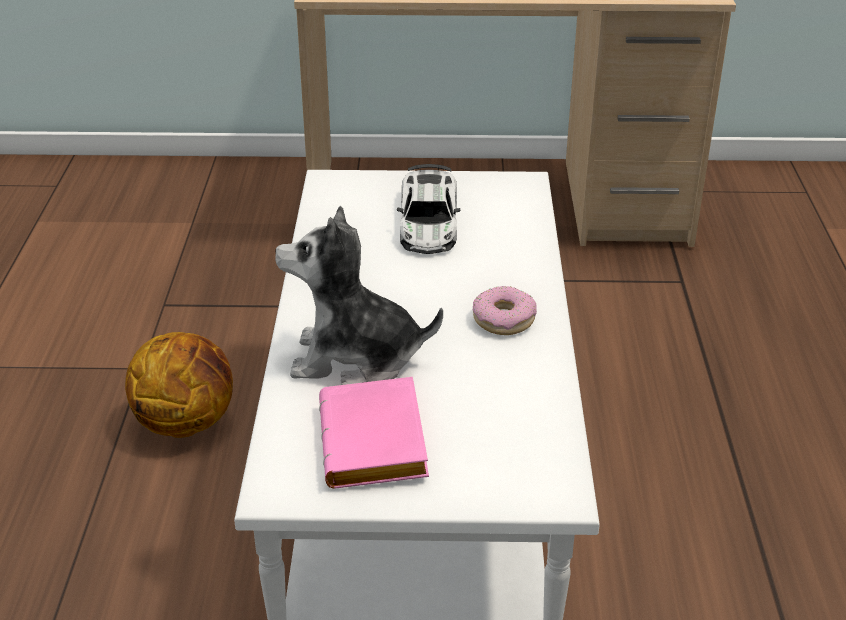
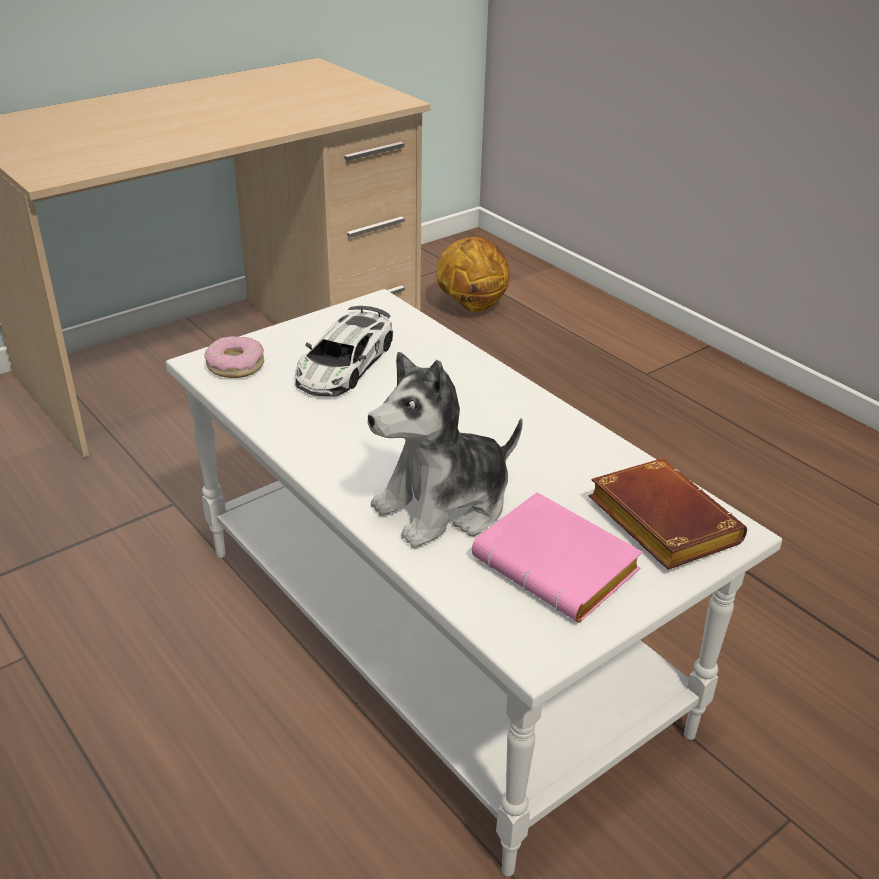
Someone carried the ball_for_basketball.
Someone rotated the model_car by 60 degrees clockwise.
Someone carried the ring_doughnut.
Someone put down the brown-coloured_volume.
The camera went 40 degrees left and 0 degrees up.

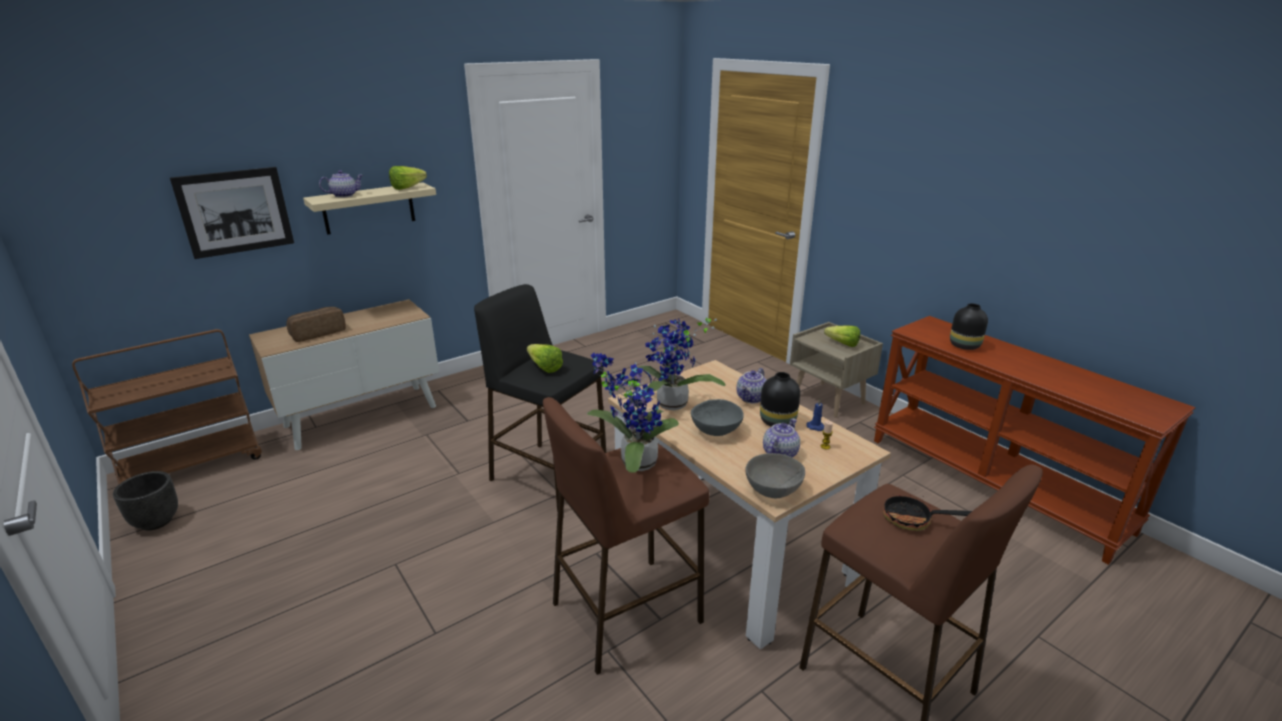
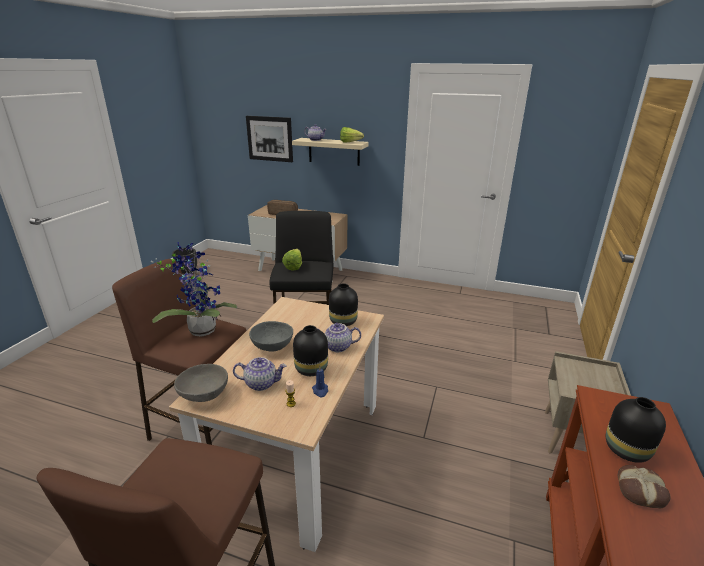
Someone took away the brown-coloured_trolley.
Someone took away the plant_in_a_pot (no. 2 from left).
Someone took away the lettuce_head (no. 3 from left).
Someone took away the pan.
Someone put down the black-coloured_flower_vase (no. 2 from left).
Someone put down the bakery_bread (no. 2 from left).
The camera went 55 degrees right and 0 degrees up.

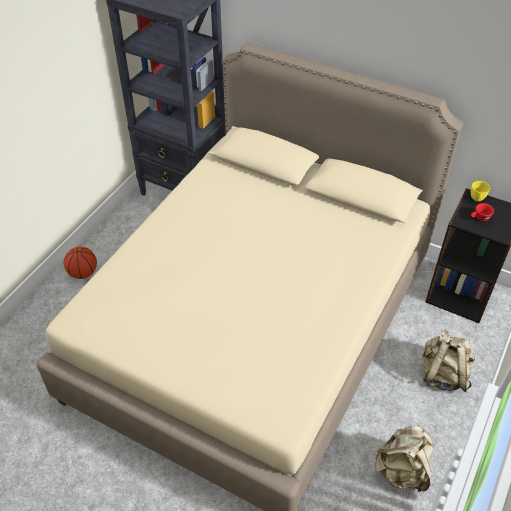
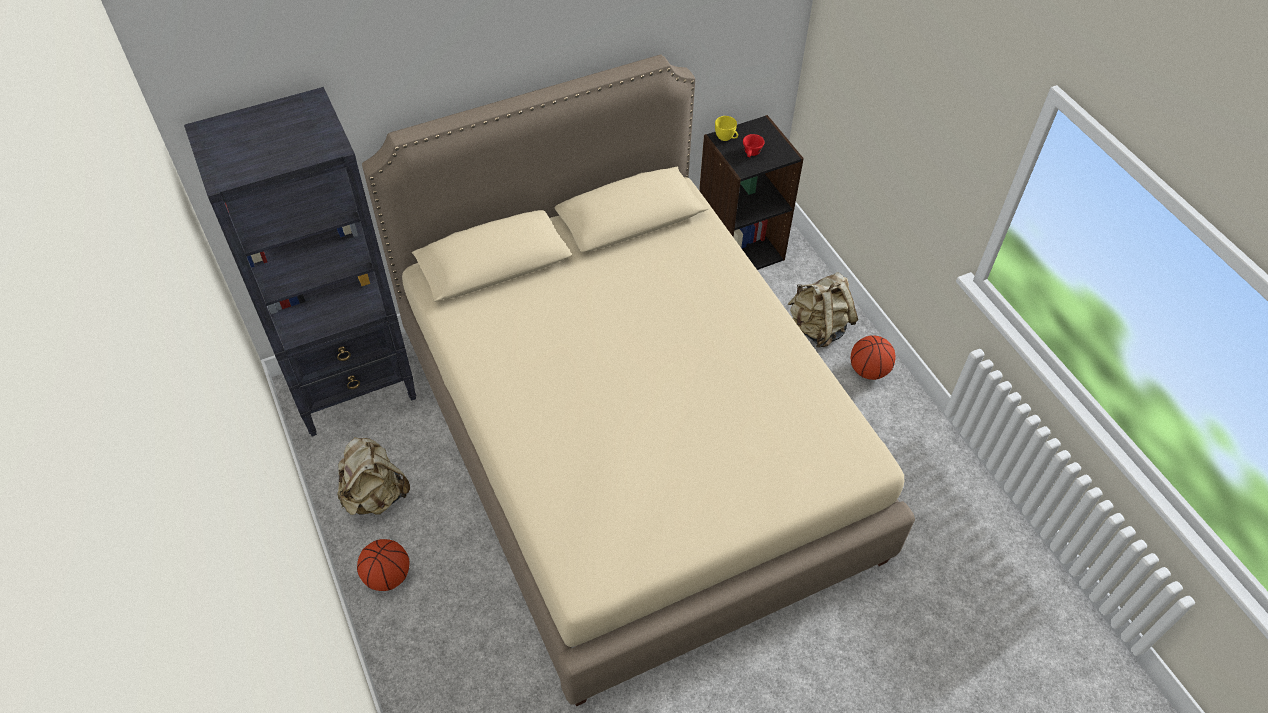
Someone carried the sand-coloured_knapsack (no. 1 from left).
Someone put down the ball_for_basketball (no. 2 from left).
The camera went 55 degrees left and 5 degrees up.

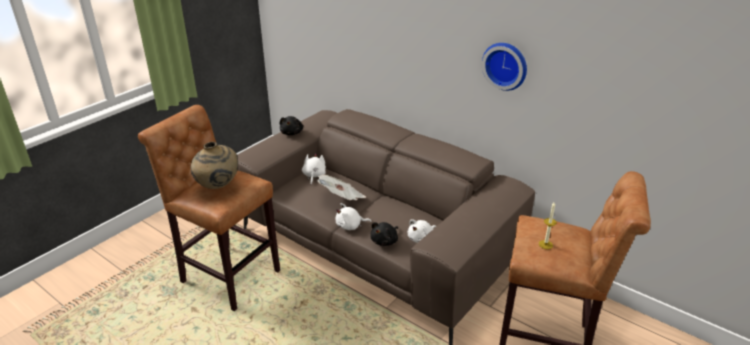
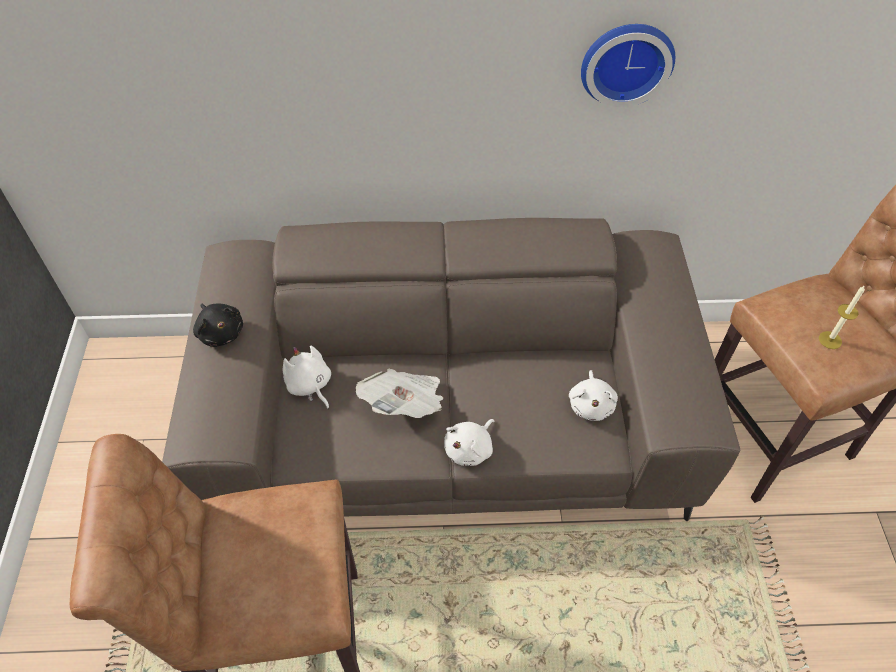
Someone took away the sand-coloured_flower_vase.
Someone took away the black-coloured_cuddly_toy (no. 2 from left).
The camera went 40 degrees left and 20 degrees up.

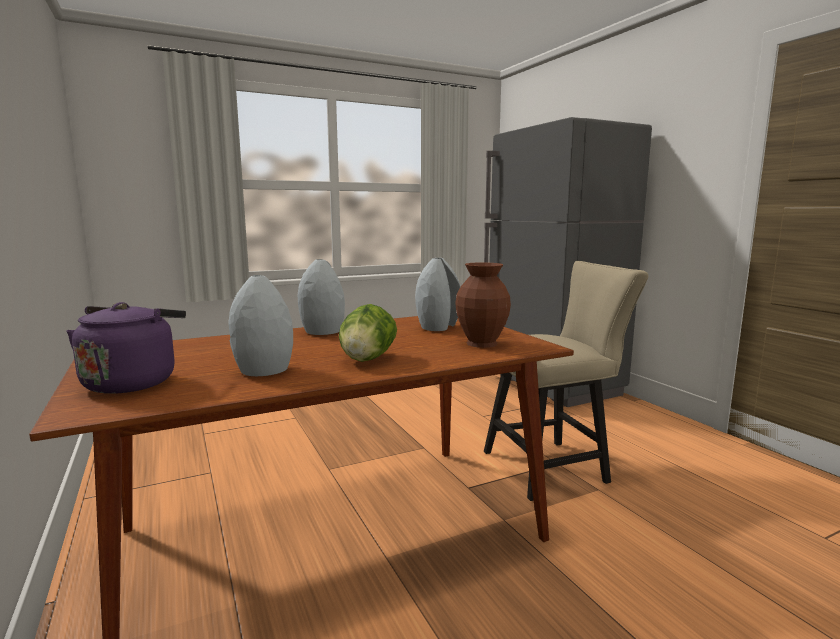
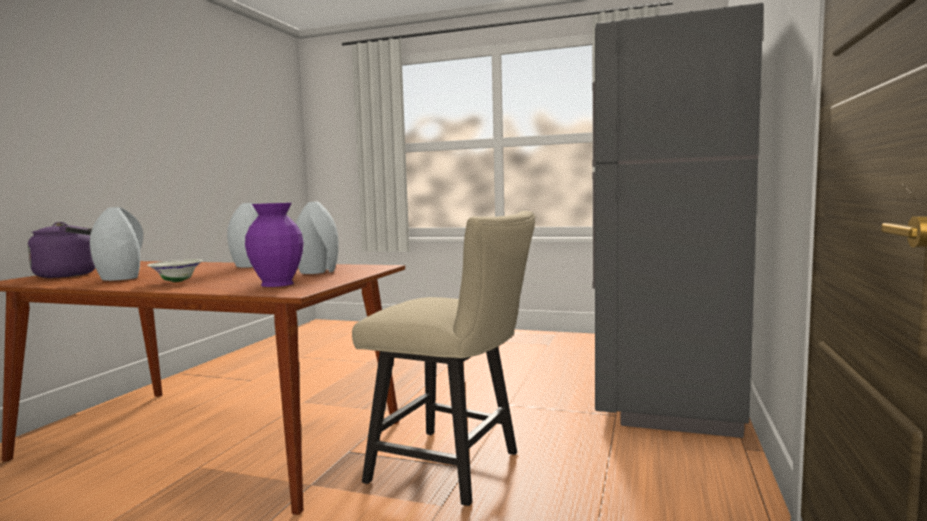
Someone swapped the lettuce_head for the whitish_serving_bowl.
Someone repainted the brown-coloured_flower_vase, which became the purplish_flower_vase.
The camera went 45 degrees right and 5 degrees down.

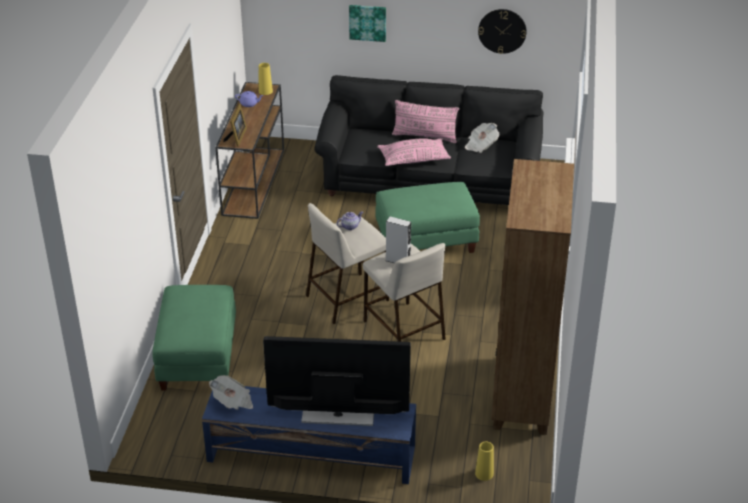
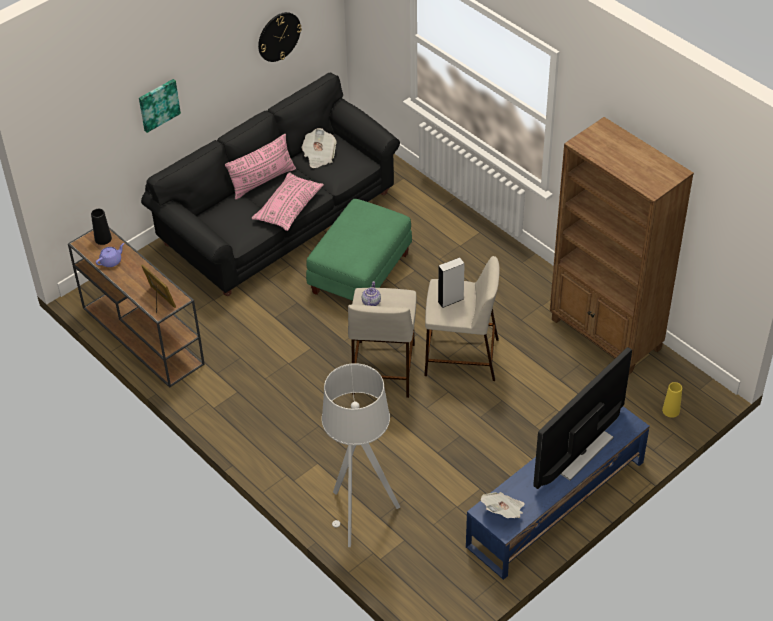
Someone swapped the green_pouffe (no. 1 from left) for the grey_standard_lamp.
Someone repainted the yellow_flower_vase (no. 1 from left), which became the black-coloured_flower_vase.
The camera went 50 degrees left and 10 degrees up.

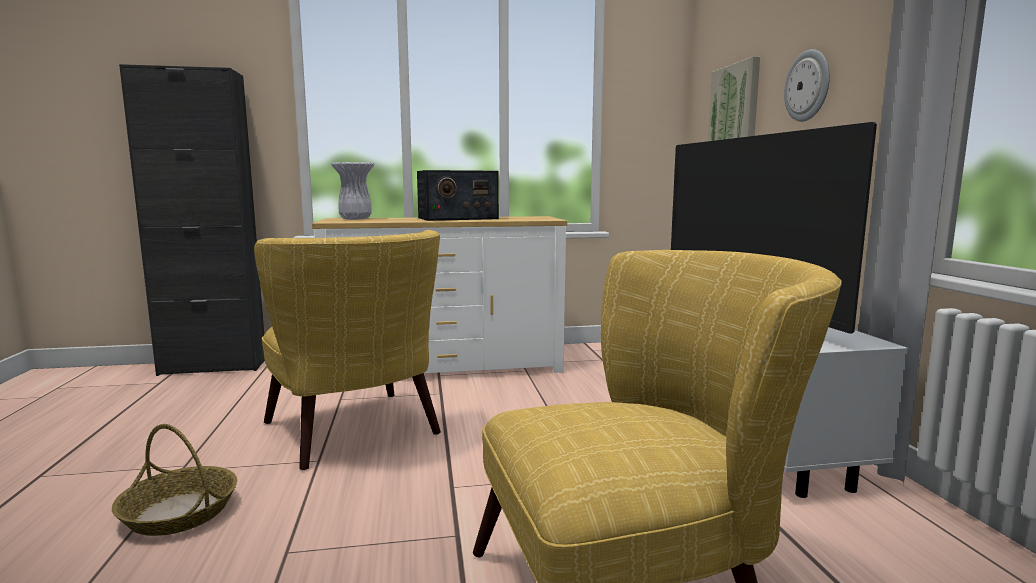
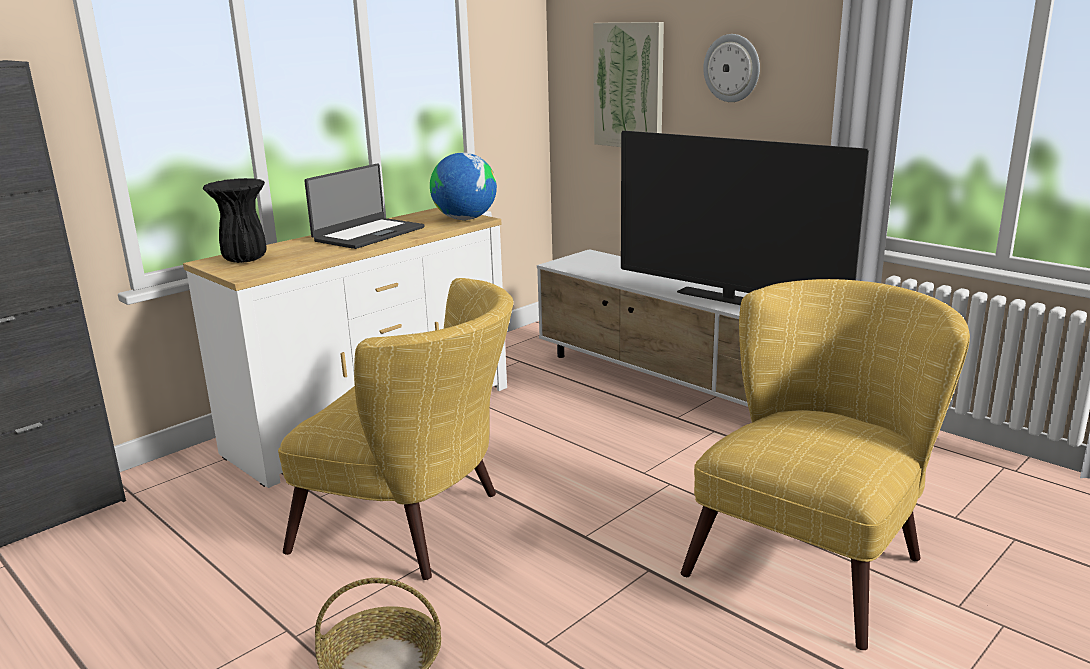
Someone repainted the whitish_flower_vase, which became the black-coloured_flower_vase.
Someone swapped the radio_set for the notebook_computer.
Someone put down the desk_globe.
The camera went 35 degrees left and 10 degrees up.

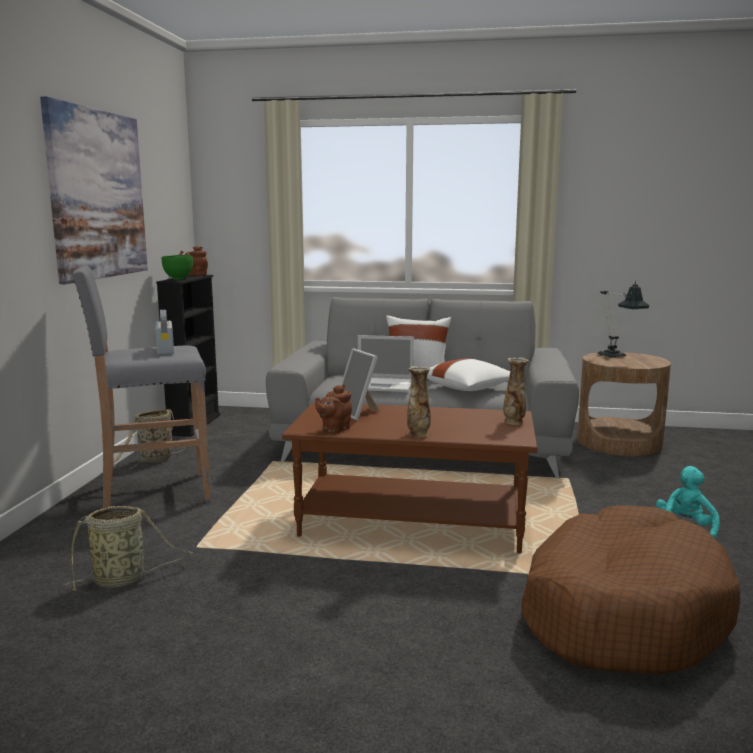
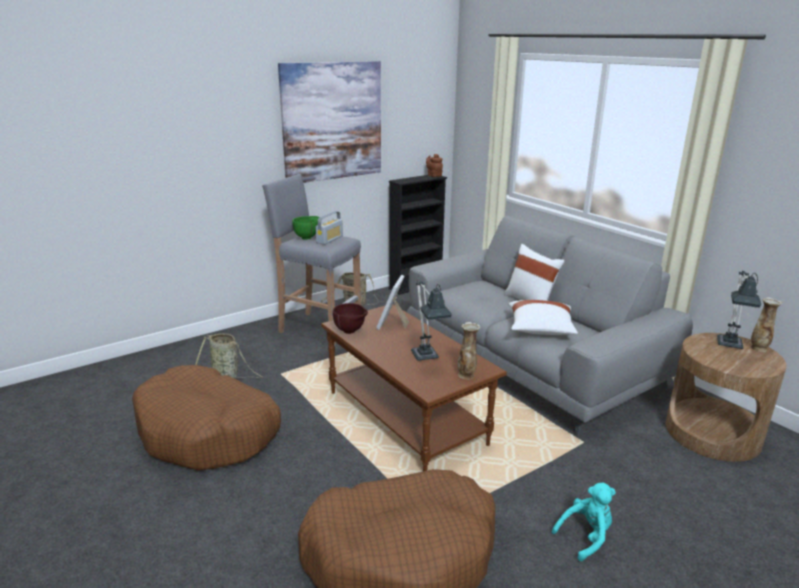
Someone carried the green_serving_bowl.
Someone swapped the brown-coloured_pot_for_tea (no. 2 from left) for the brown-coloured_serving_bowl.
Someone took away the notebook_computer.
Someone carried the flower_vase (no. 1 from left in the first image).
Someone put down the brown-coloured_pet_bed (no. 1 from left).
Someone put down the lamp_for_a_table (no. 1 from left).
The camera went 45 degrees right and 10 degrees up.

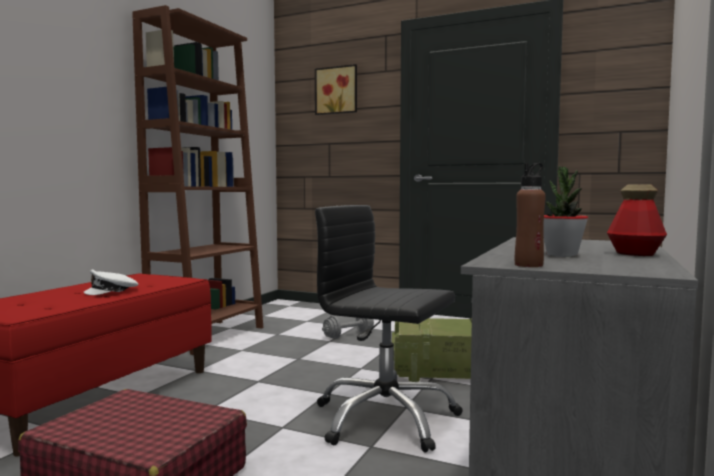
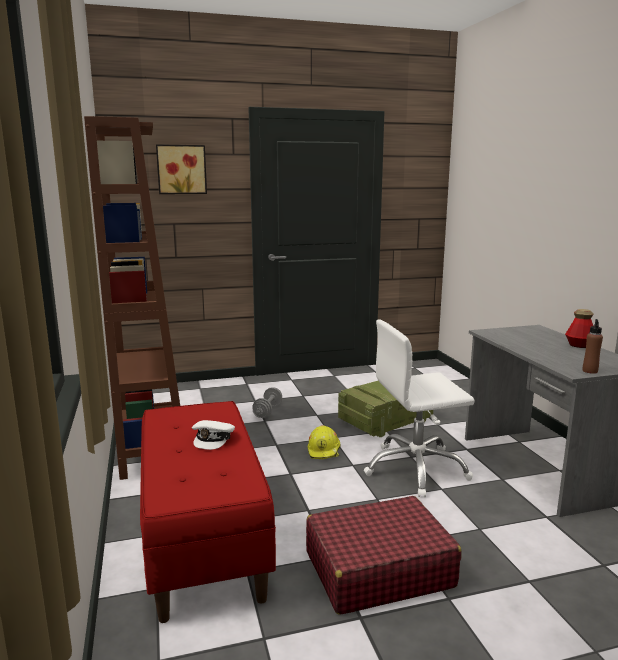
Someone repainted the black-coloured_office_chair, which became the whitish_office_chair.
Someone took away the plant_in_a_pot.
Someone put down the yellow_safety_helmet.
The camera went 40 degrees left and 10 degrees up.

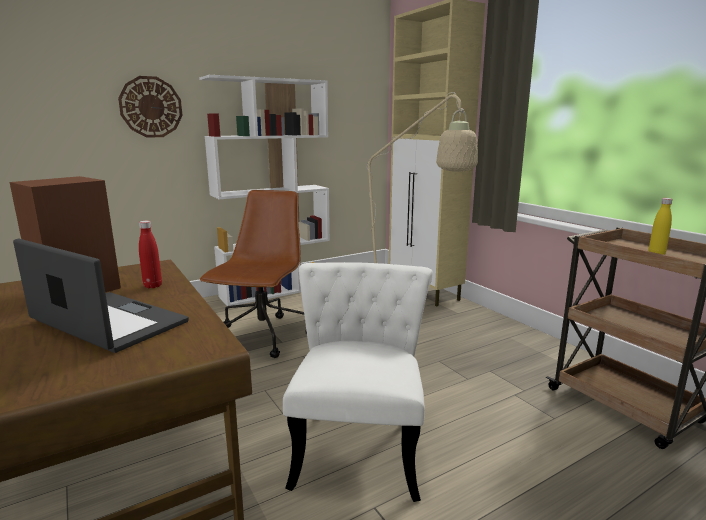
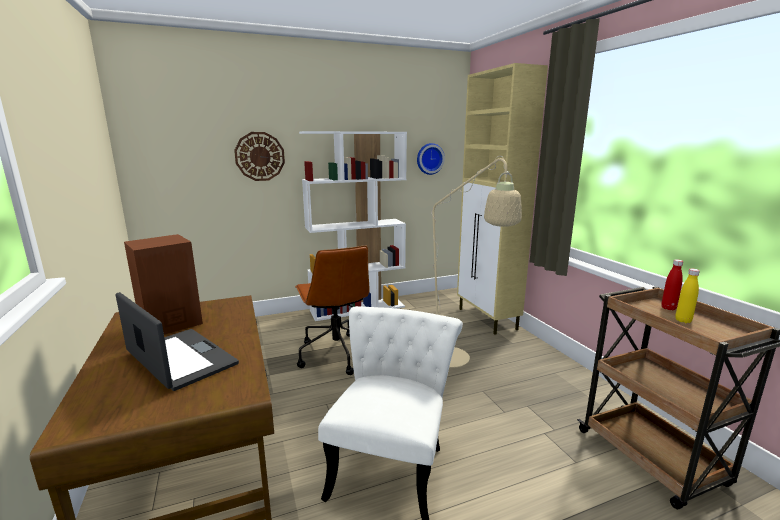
Someone carried the red_bottle.
Someone rotated the brown-coloured_office_chair by 135 degrees clockwise.
Someone put up the hanging_clock (no. 2 from left).
The camera went 10 degrees right and 0 degrees up.

